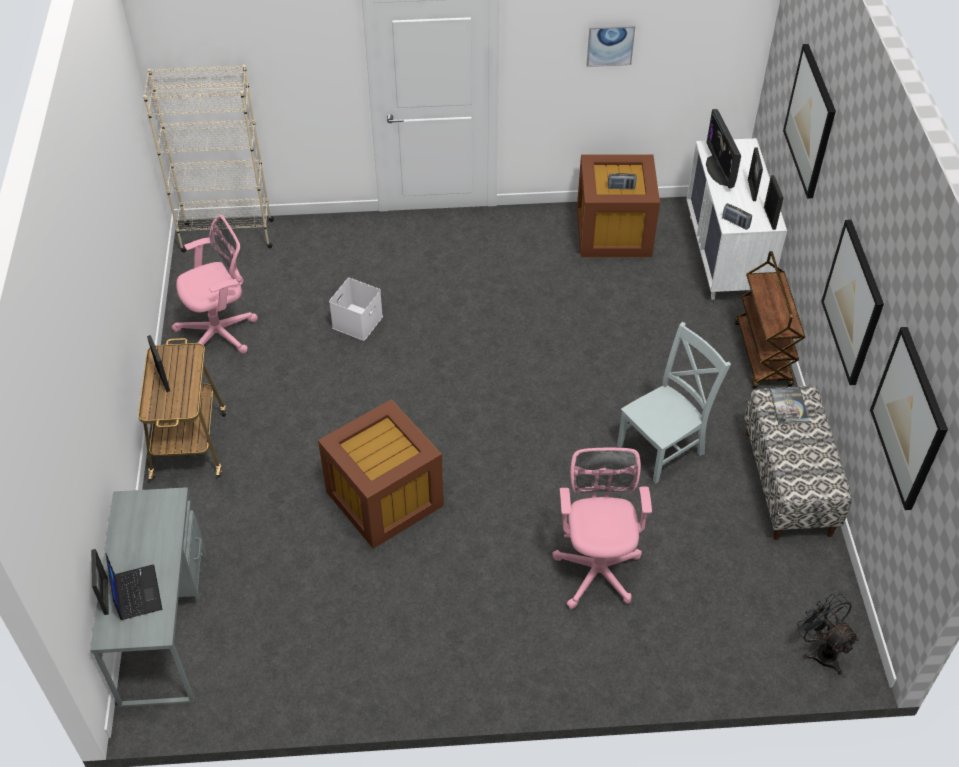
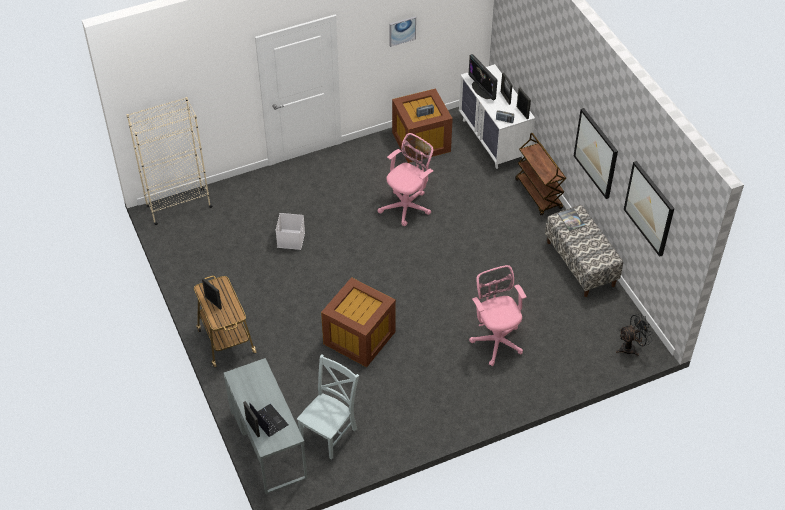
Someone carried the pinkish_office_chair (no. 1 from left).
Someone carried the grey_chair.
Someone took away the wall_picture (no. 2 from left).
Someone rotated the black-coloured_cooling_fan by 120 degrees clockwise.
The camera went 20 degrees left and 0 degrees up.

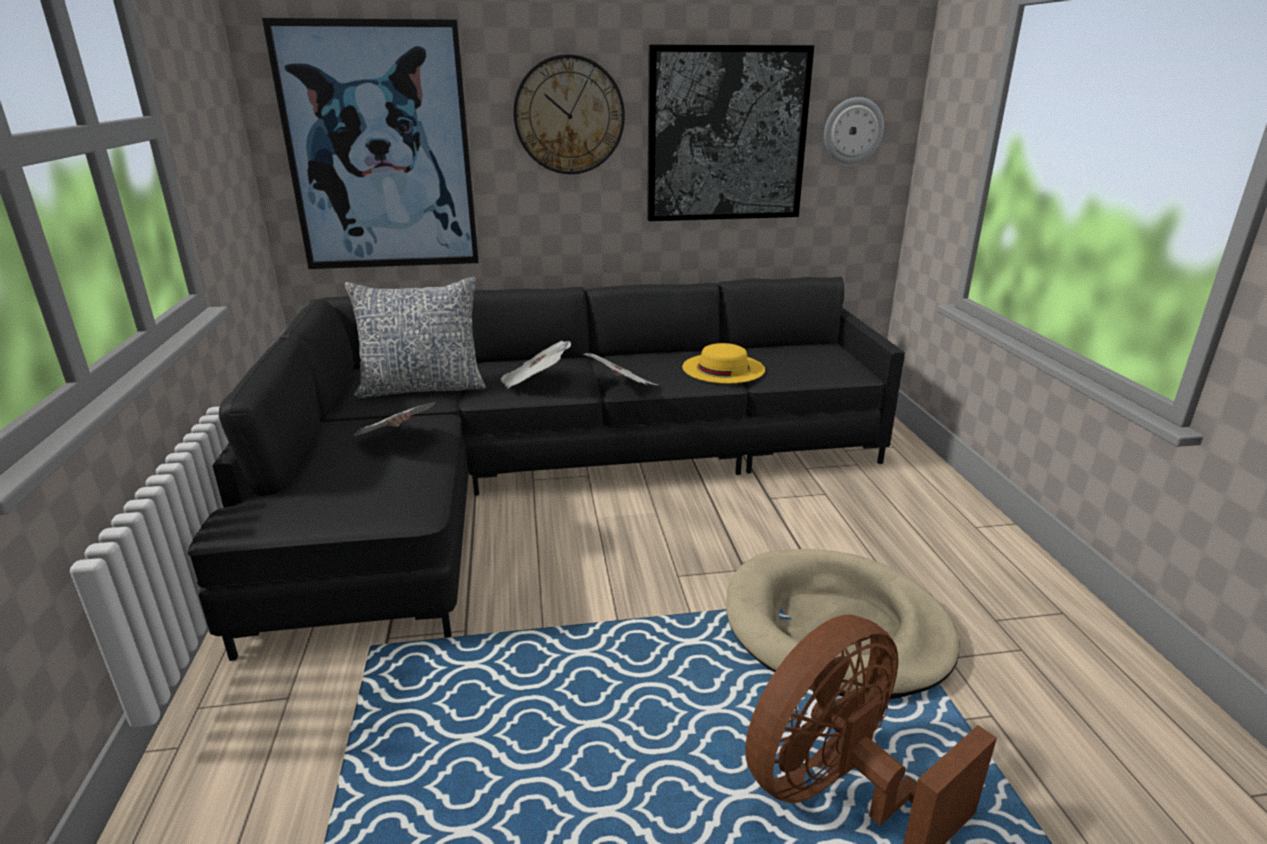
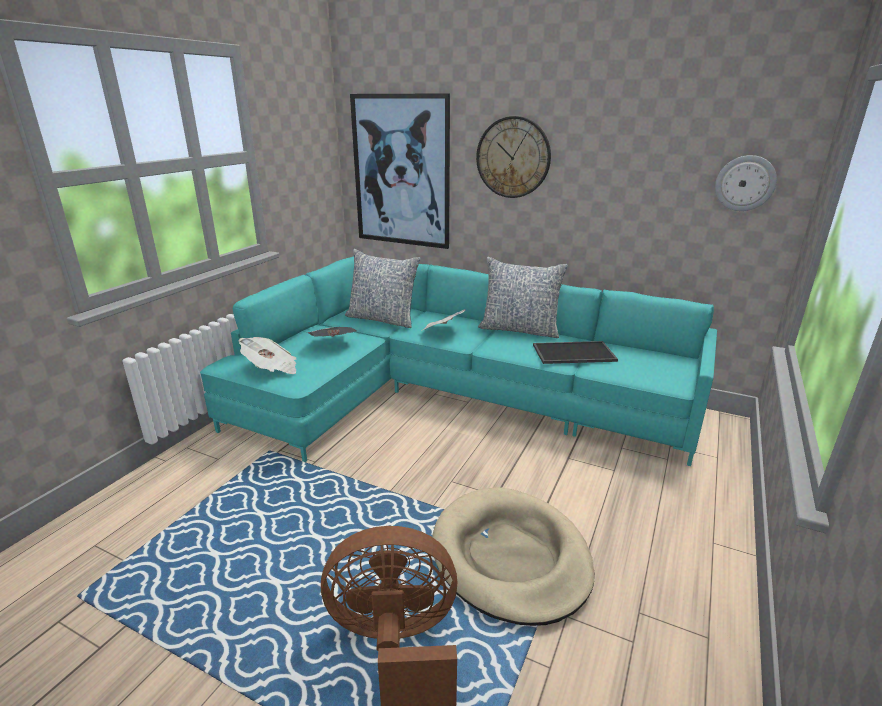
Someone repainted the black-coloured_sofa, which became the turquoise-coloured_sofa.
Someone carried the daily_paper (no. 3 from left in the first image).
Someone took away the wall_picture (no. 2 from left).
Someone swapped the yellow_clothing_hat for the tray.
Someone put down the cushion (no. 2 from left).
The camera went 35 degrees right and 0 degrees up.

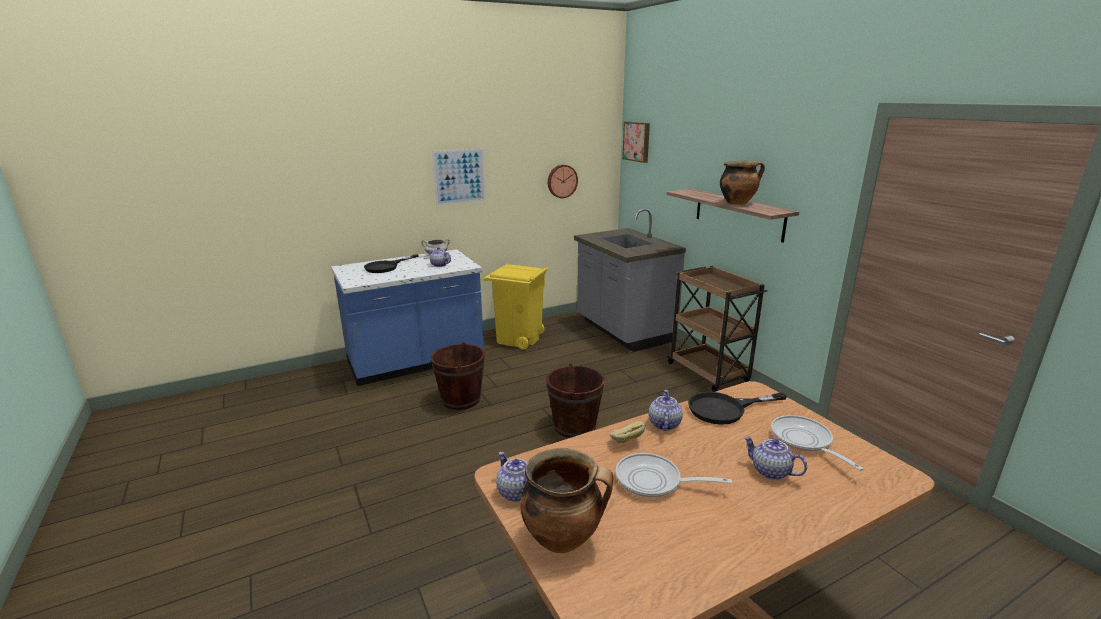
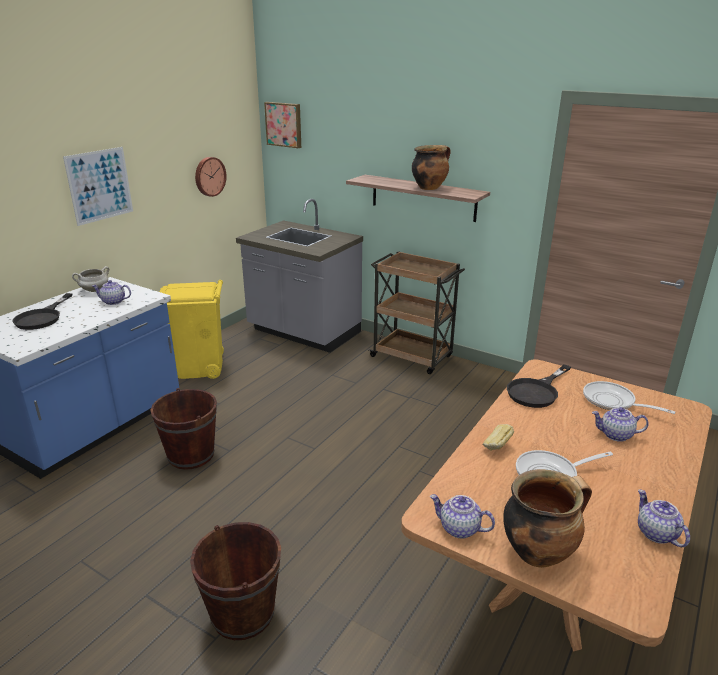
Someone carried the brown-coloured_pail (no. 2 from left).
Someone carried the pot_for_tea (no. 3 from left in the first image).
The camera went 30 degrees left and 5 degrees up.

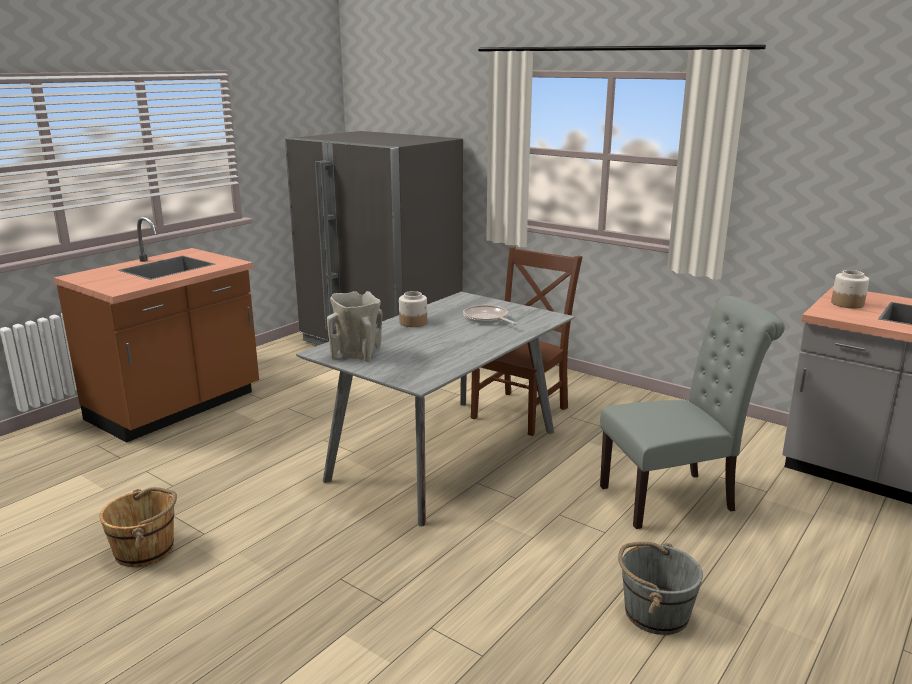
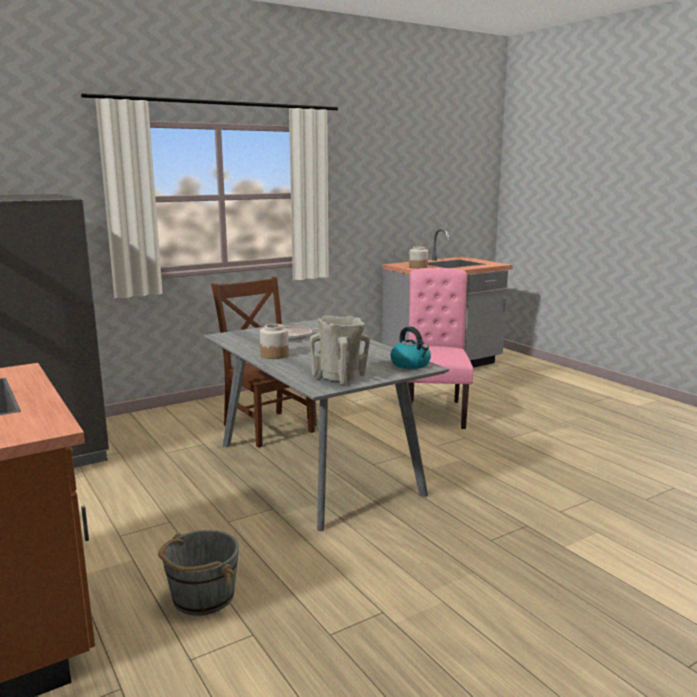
Someone took away the brown-coloured_pail.
Someone repainted the grey_chair, which became the pinkish_chair.
Someone carried the grey_pail.
Someone put down the tea_kettle.
The camera went 70 degrees left and 5 degrees down.

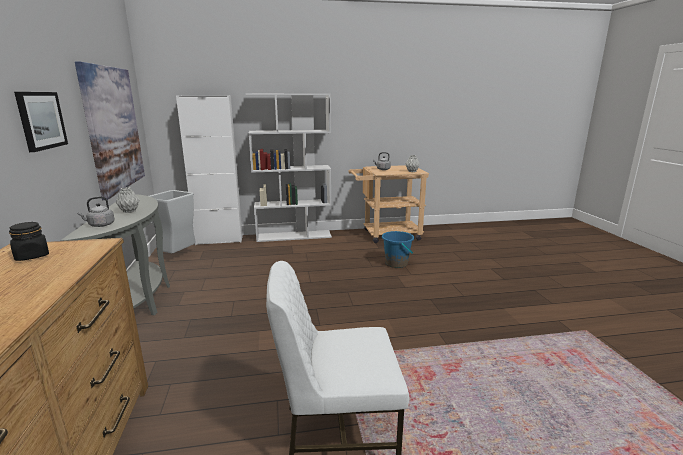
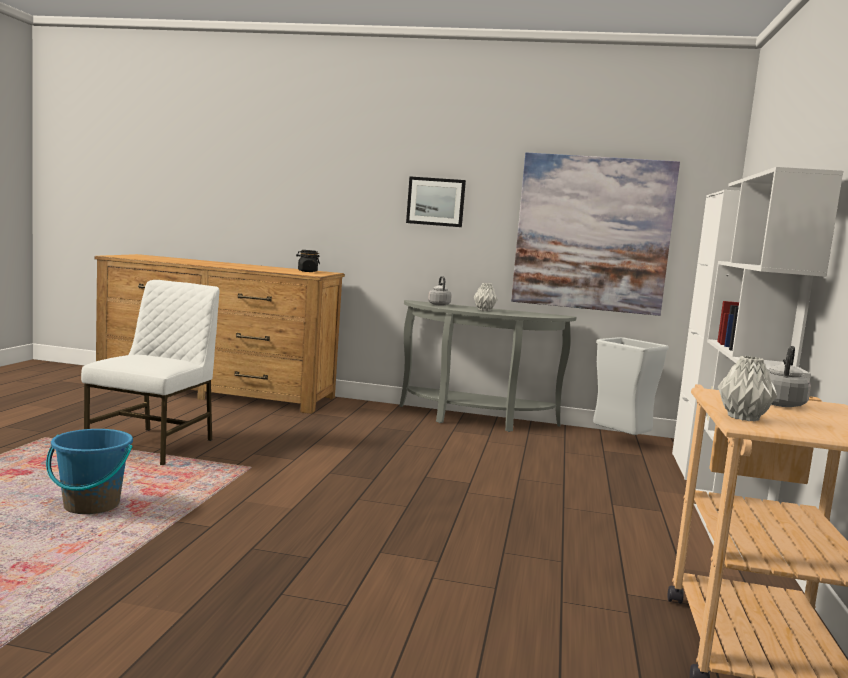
Someone carried the blue_pail.
The camera went 110 degrees right and 10 degrees down.

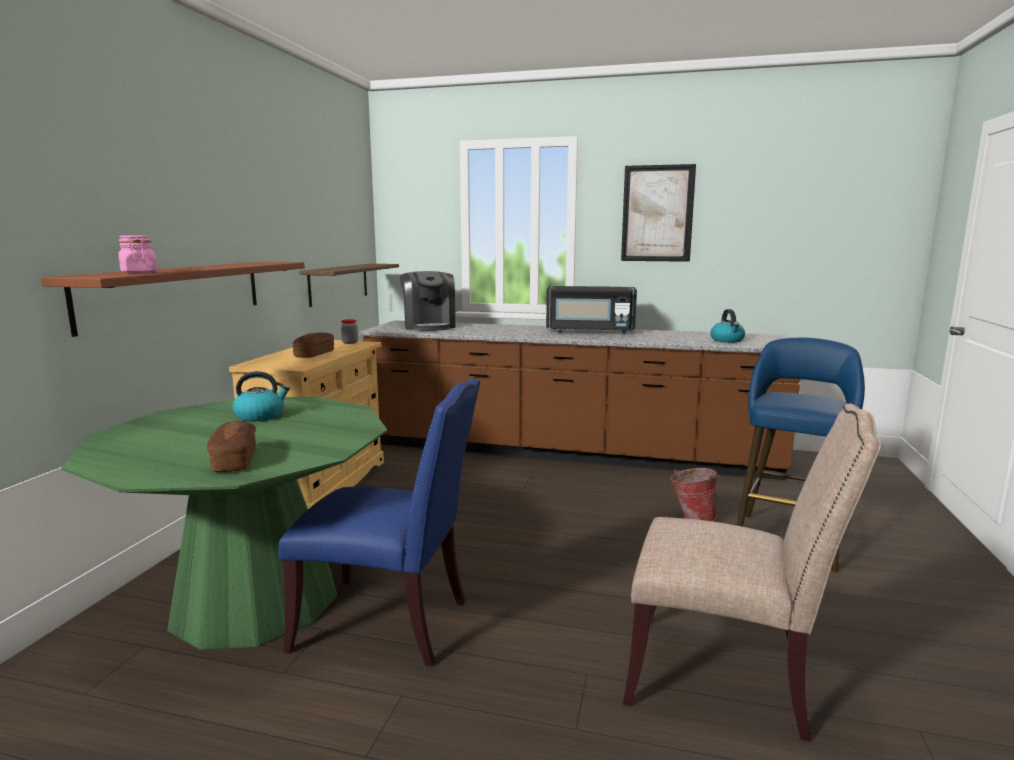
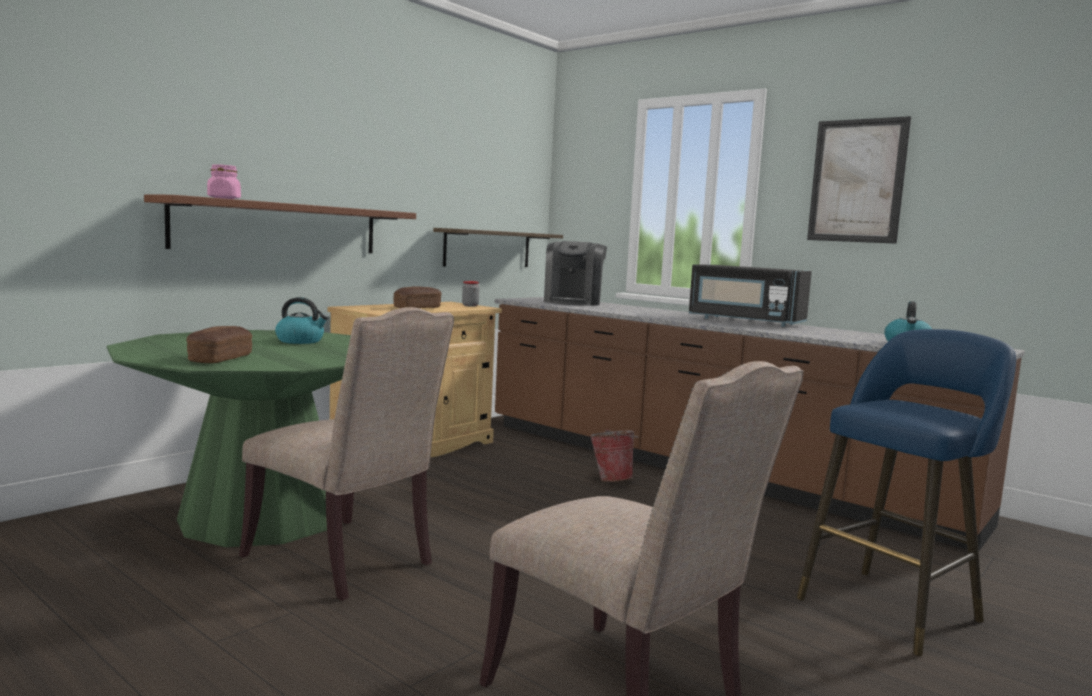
Someone repainted the blue_chair, which became the sand-coloured_chair (no. 1 from left).
Someone carried the pail.
The camera went 25 degrees right and 5 degrees down.

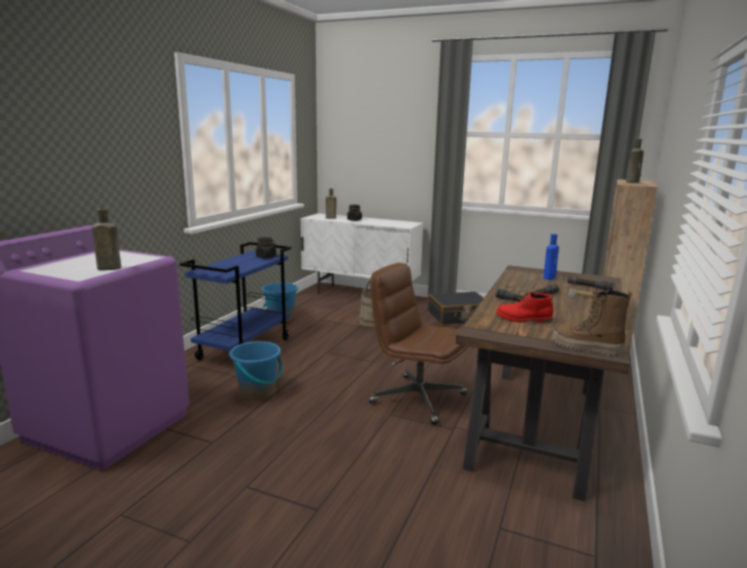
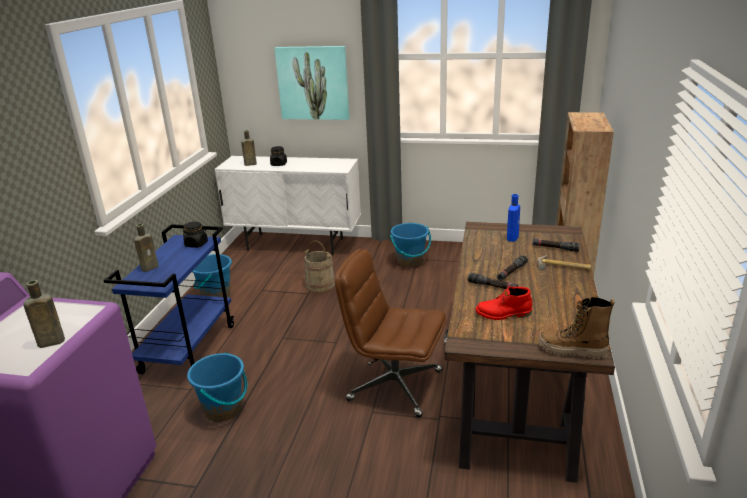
Someone swapped the black-coloured_suitcase for the blue_pail (no. 3 from left).
Someone carried the brown-coloured_bottle (no. 3 from left in the first image).
Someone put up the wall_picture.
The camera went 10 degrees left and 10 degrees up.

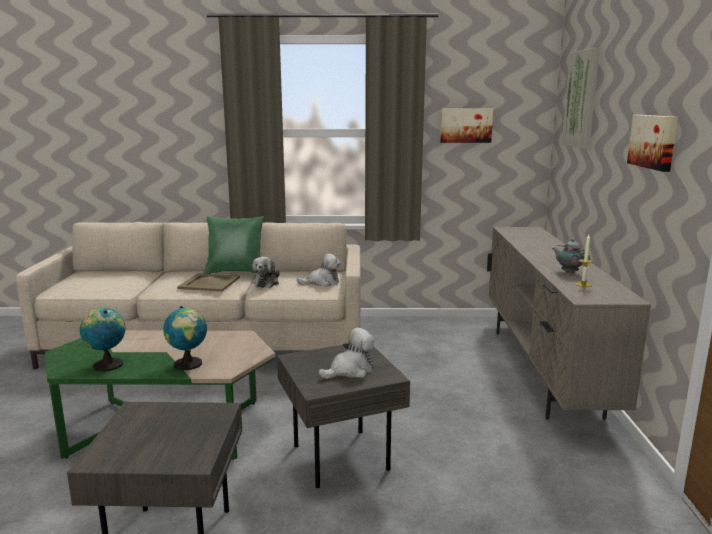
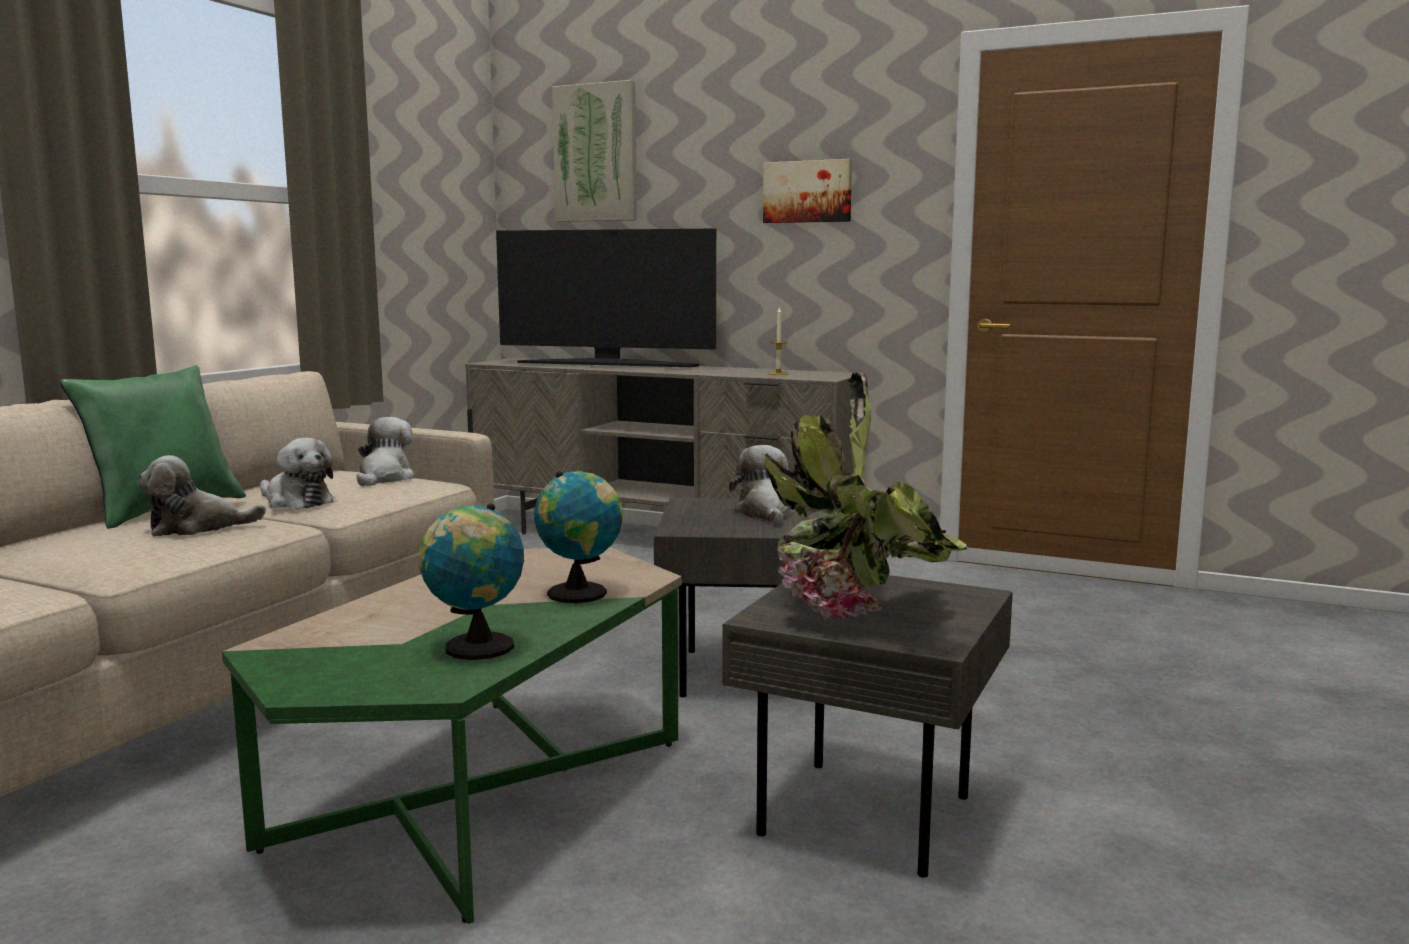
Someone swapped the sand-coloured_tray for the cuddly_toy (no. 1 from left).
Someone took away the wall_picture (no. 1 from left).
Someone took away the pot_for_tea.
Someone put down the TV.
Someone put down the plant_in_a_pot.
The camera went 65 degrees left and 5 degrees down.

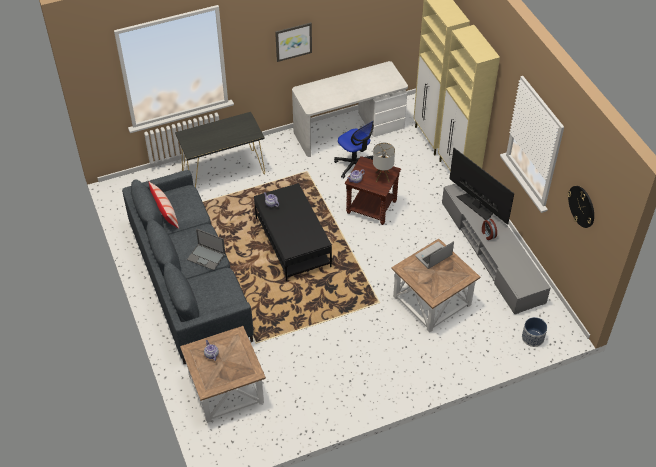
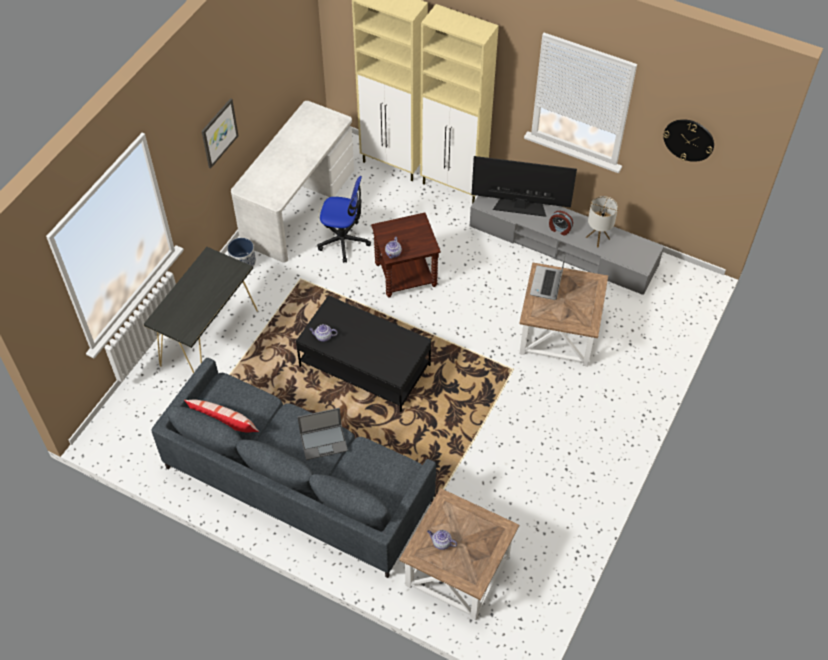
Someone carried the lamp_for_a_table.
Someone carried the plant_pot.
The camera went 40 degrees left and 5 degrees up.

